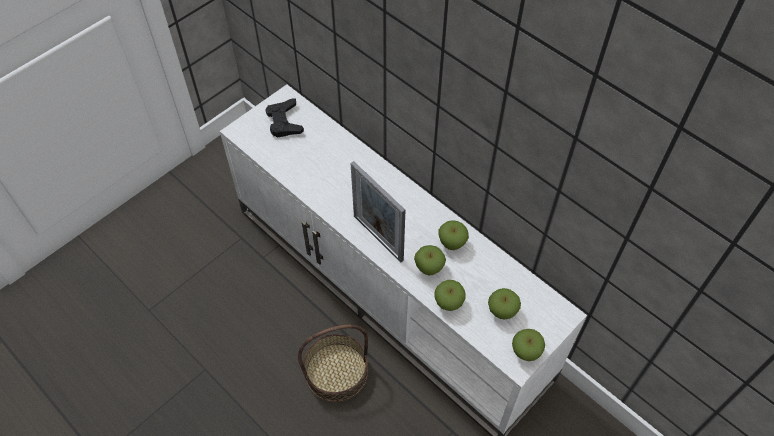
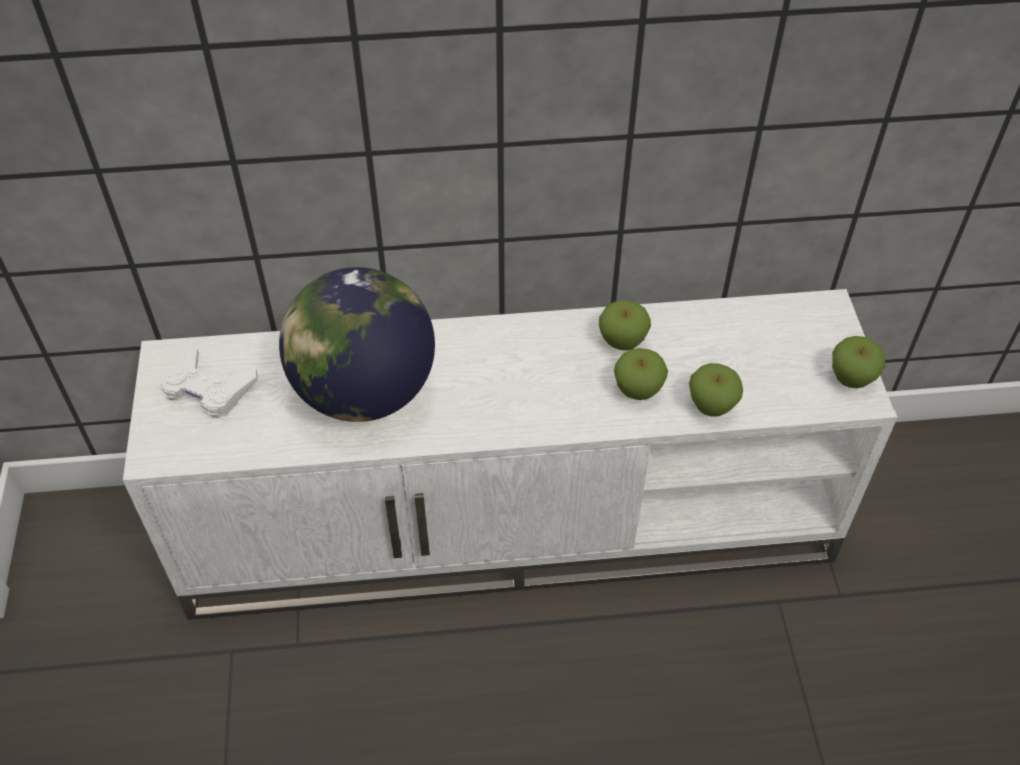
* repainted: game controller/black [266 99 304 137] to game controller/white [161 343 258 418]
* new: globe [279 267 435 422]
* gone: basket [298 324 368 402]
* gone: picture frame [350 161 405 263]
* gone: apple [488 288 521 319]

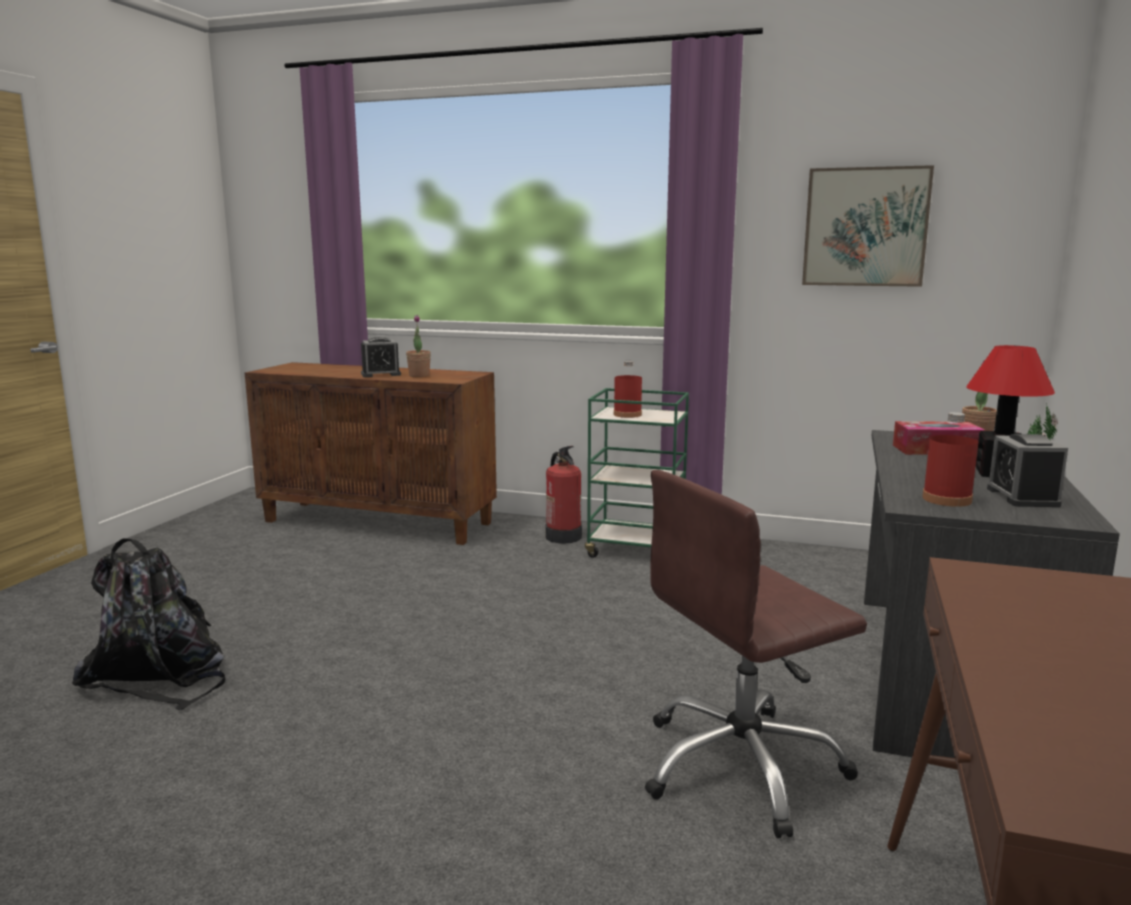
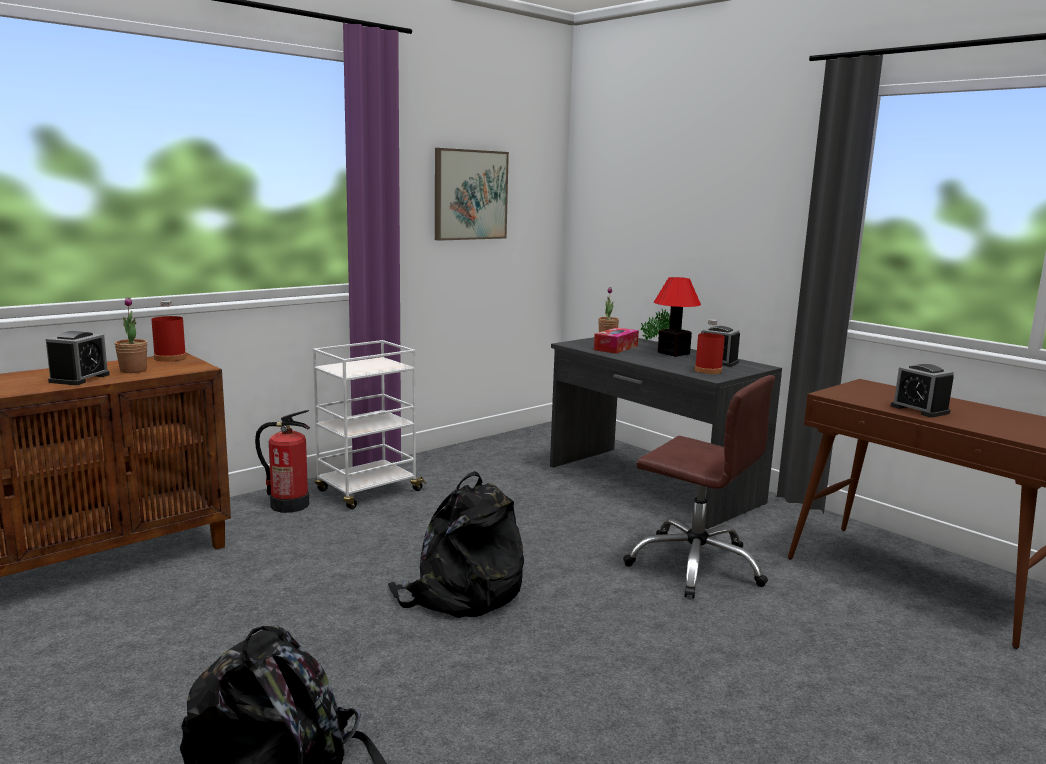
* shifted: bottle/red [614 360 642 418] to [151 301 186 362]
* repainted: cart/green [585 388 689 558] to cart/white [313 340 426 509]
* new: backpack/black [388 471 524 618]
* rotated: office chair/brown [645 470 867 838] = [623 375 775 599] 60 degrees counterclockwise
* new: alarm clock [891 364 954 417]

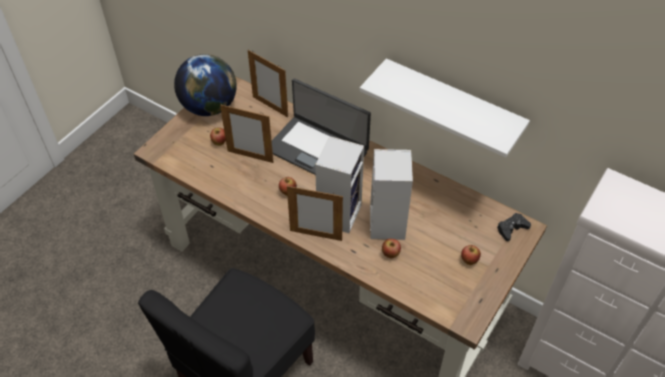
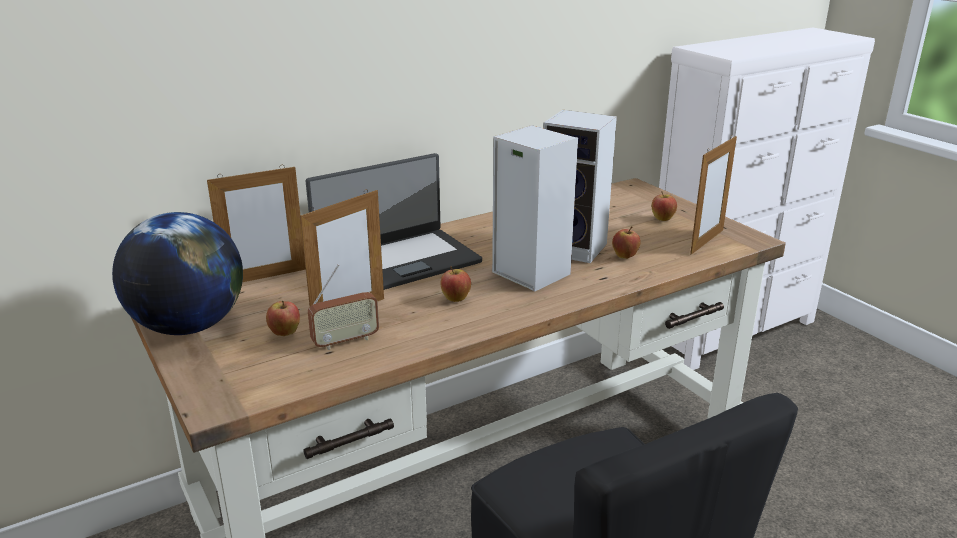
* new: radio [308 265 379 350]
* shifted: picture frame [287 185 343 241] to [690 136 737 255]
* gone: shelf/white [360 59 530 158]
* gone: game controller/black [497 213 531 241]

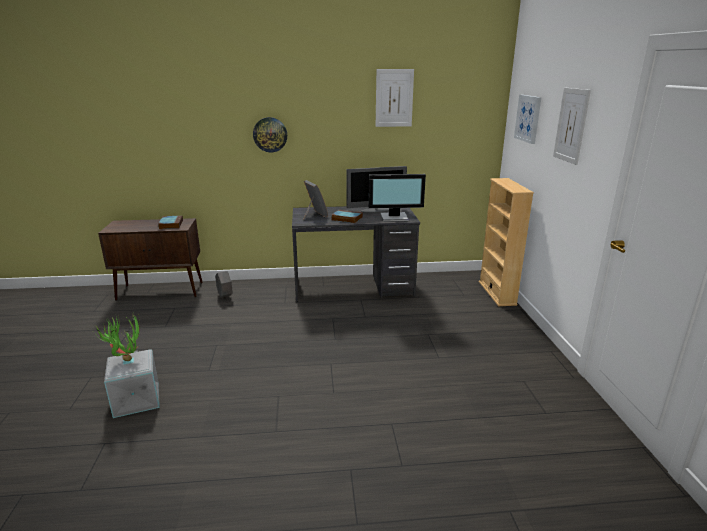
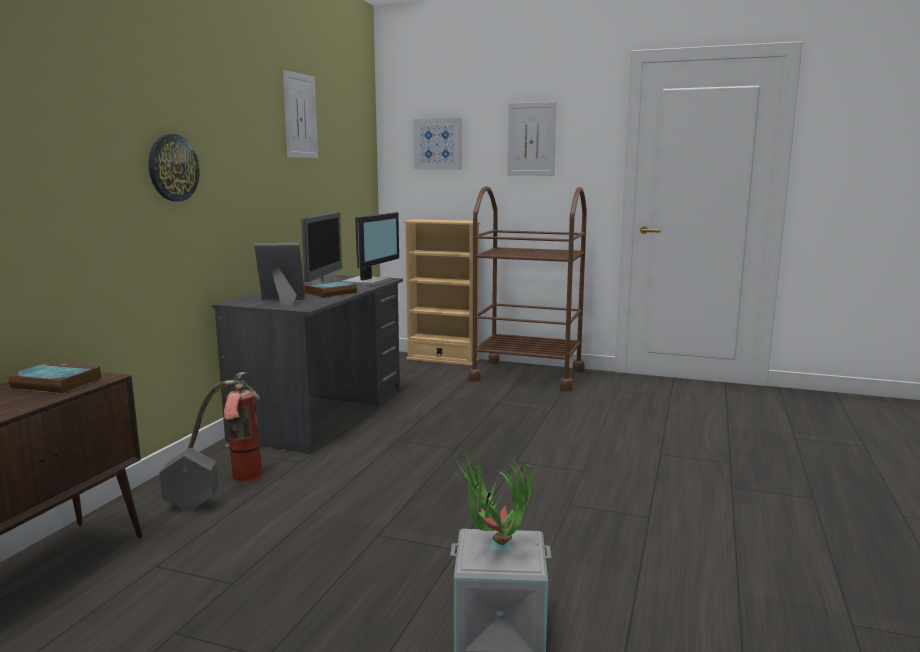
* new: fire extinguisher [185 372 262 482]
* new: cart/brown [469 186 587 392]

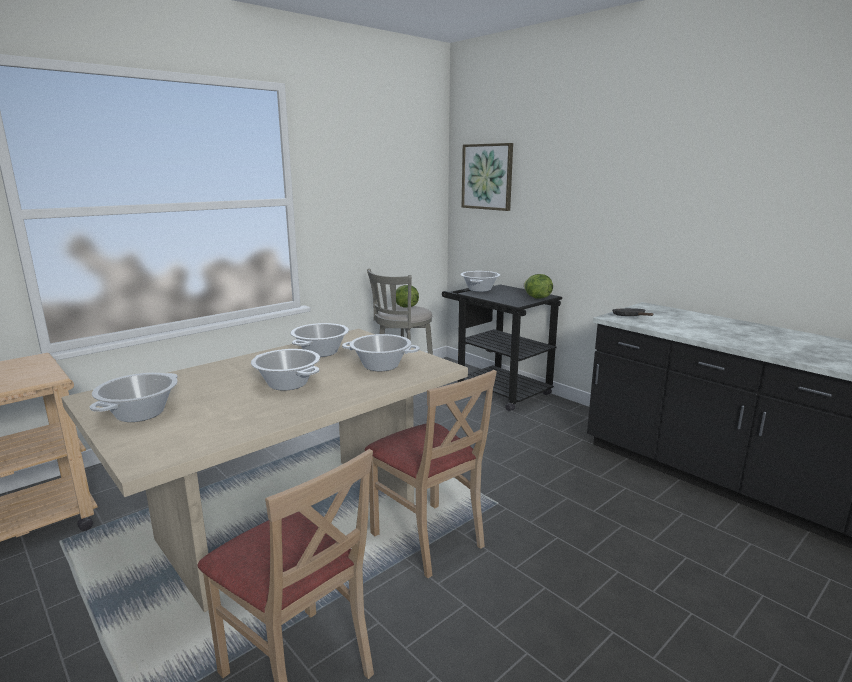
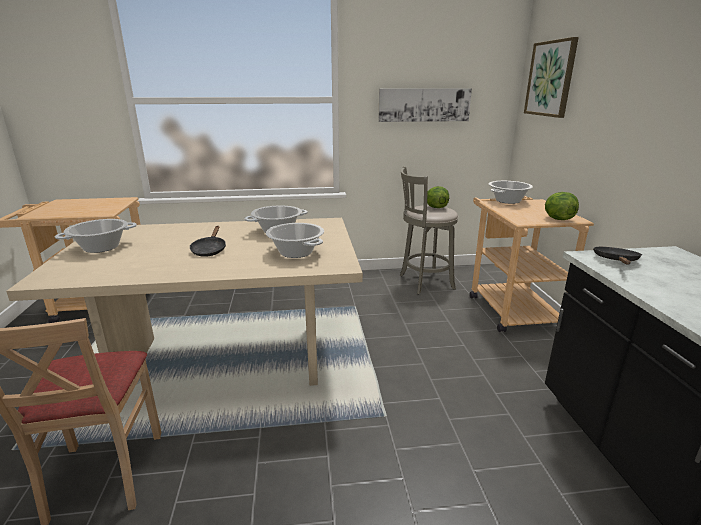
* swapped: cooking pot [251 349 320 391] to frying pan/black [190 226 226 257]
* new: picture [378 88 472 122]
* repainted: cart/black [442 284 562 411] to cart/beige [469 196 594 332]
* gone: chair/beige [365 370 497 578]

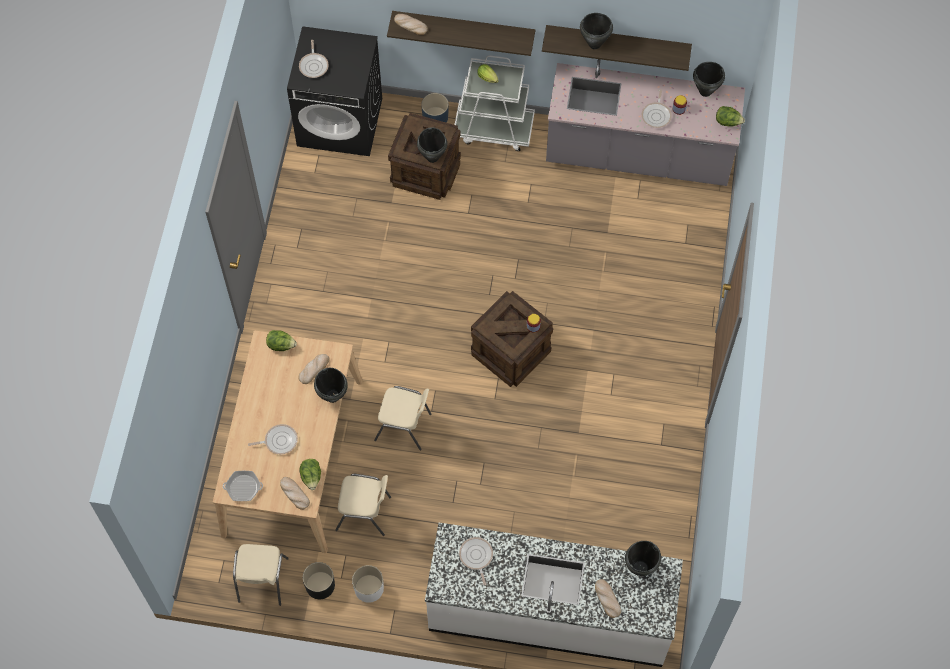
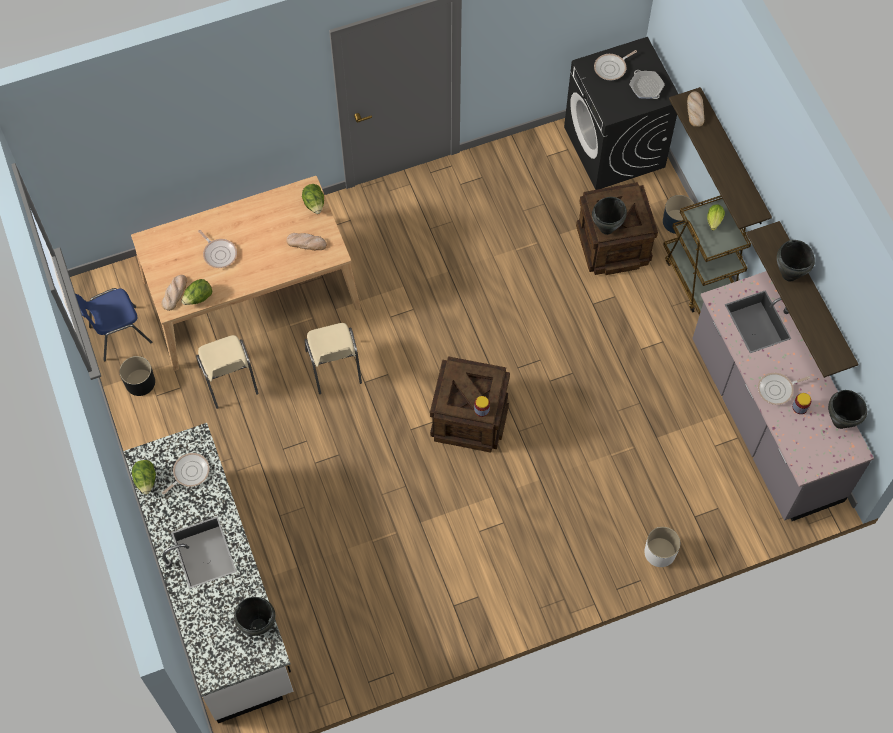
* repainted: chair/beige [233 544 289 606] to chair/blue [75 288 152 361]
* shifted: lettuce [716 106 745 127] to [132 460 156 495]
* shifted: frying pan [223 471 263 501] to [629 70 665 99]
* shifted: planter/white [352 565 384 603] to [644 527 680 567]
* repainted: cart/white [454 55 535 151] to cart/brown [663 195 751 315]
* gone: cooking pot/black [314 368 348 403]
* gone: bread [595 579 621 618]

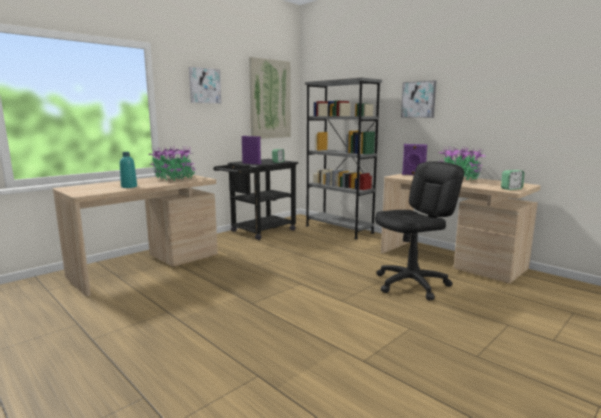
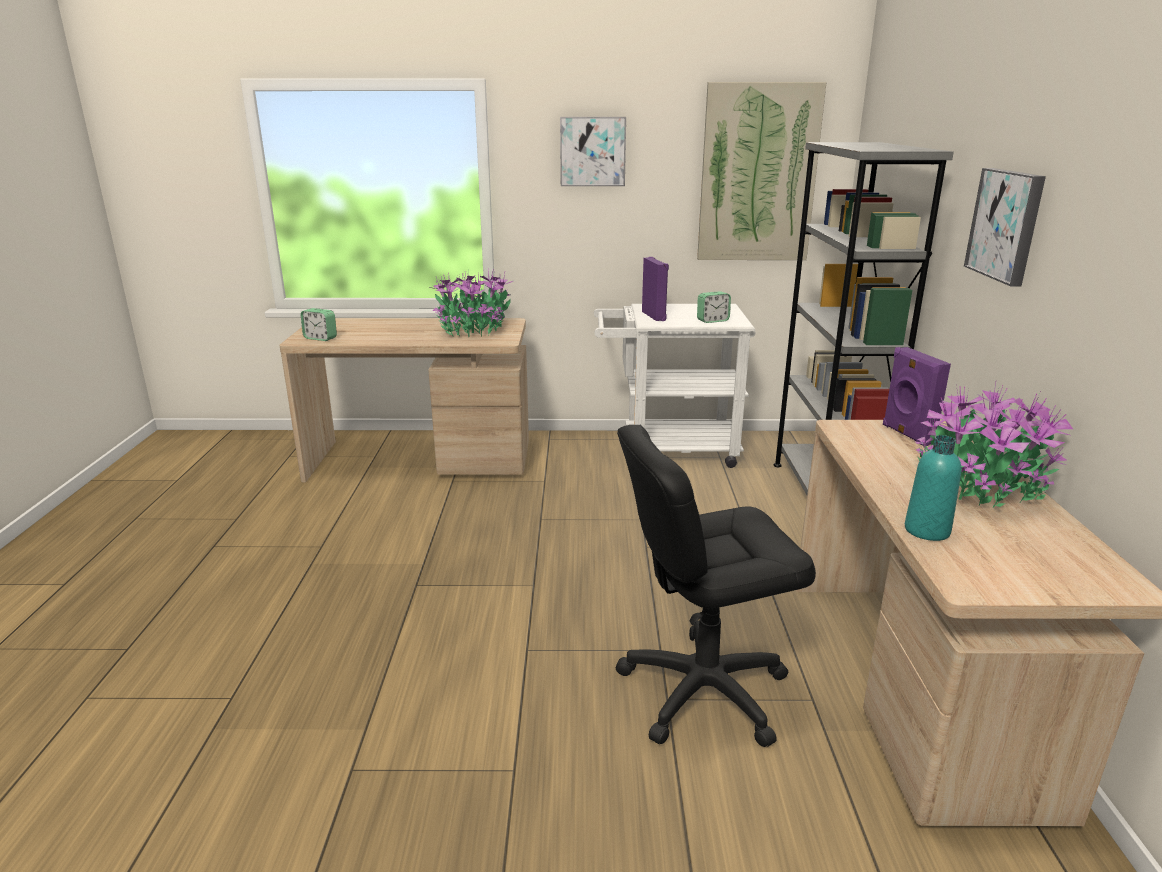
* shifted: alarm clock [501 170 524 190] to [301 308 337 341]
* repainted: cart/black [213 159 298 240] to cart/white [594 304 756 468]
* rotated: office chair/black [375 161 464 300] = [616 425 816 747] 150 degrees clockwise
* shifted: bottle/turquoise [120 152 137 188] to [905 435 961 541]

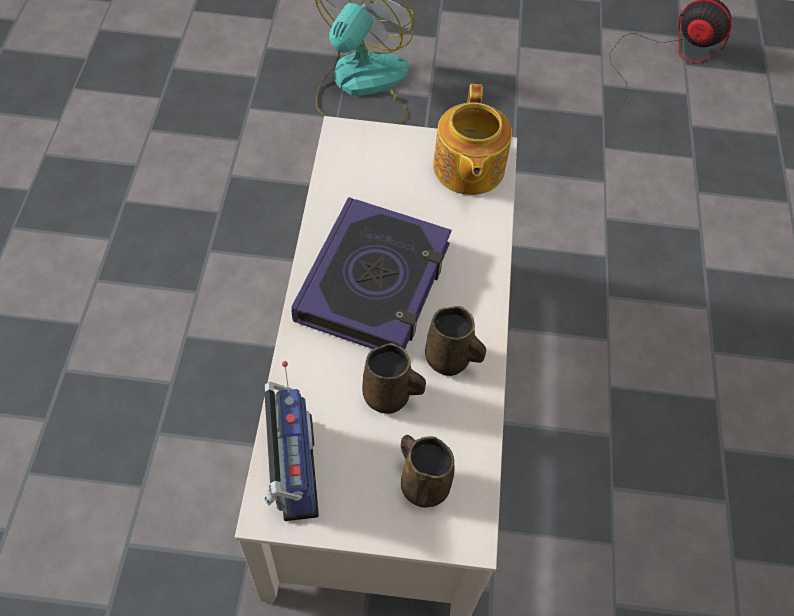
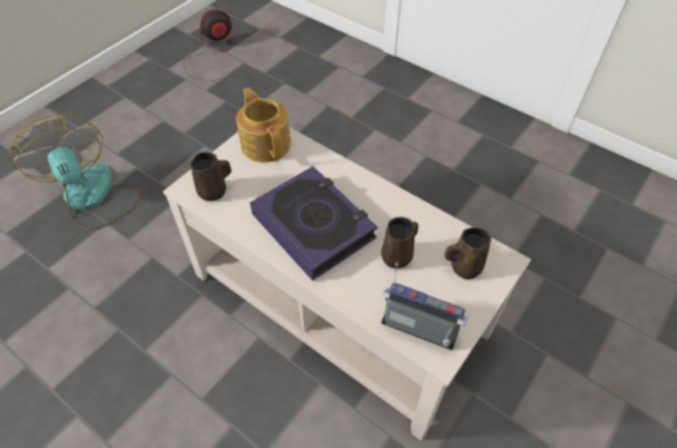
* shifted: mug/brown [425 306 486 376] to [190 152 231 201]
* rotated: teapot [433 84 512 195] = [236 87 291 162] 150 degrees counterclockwise

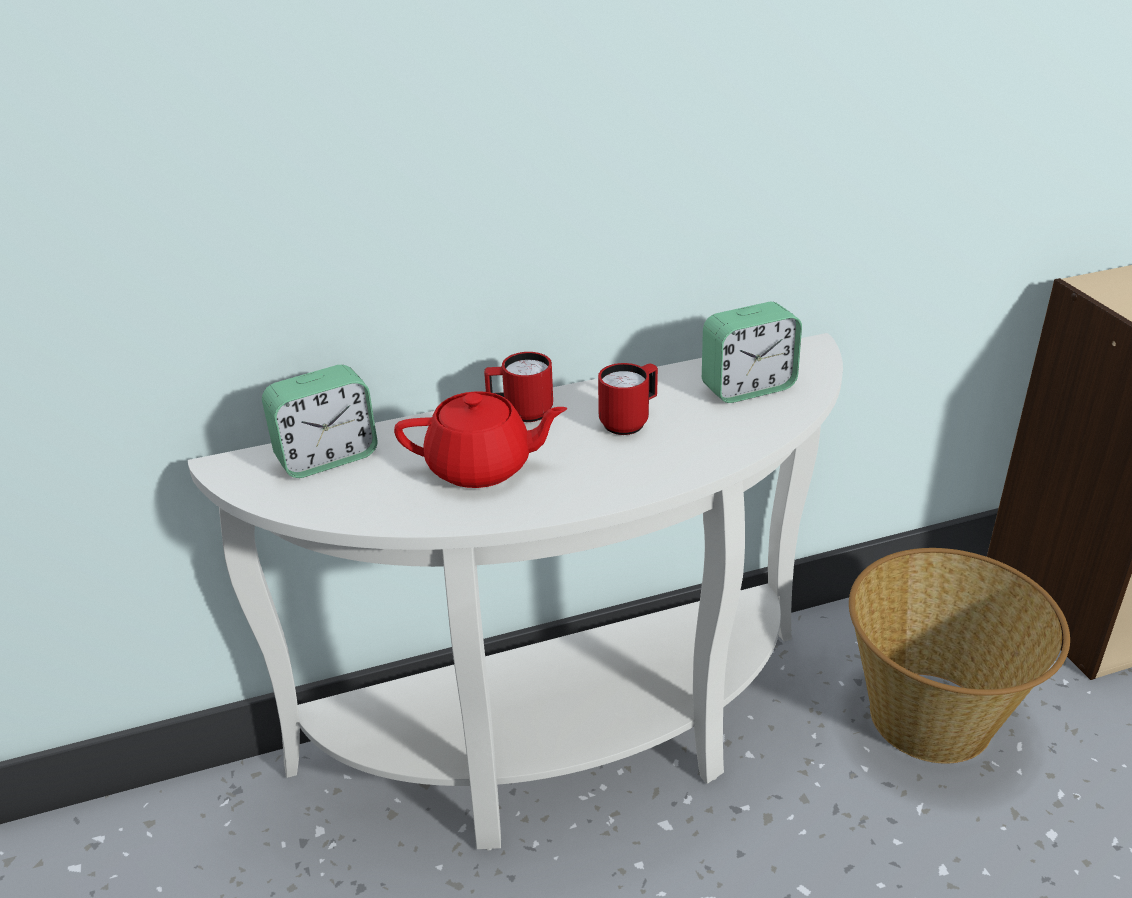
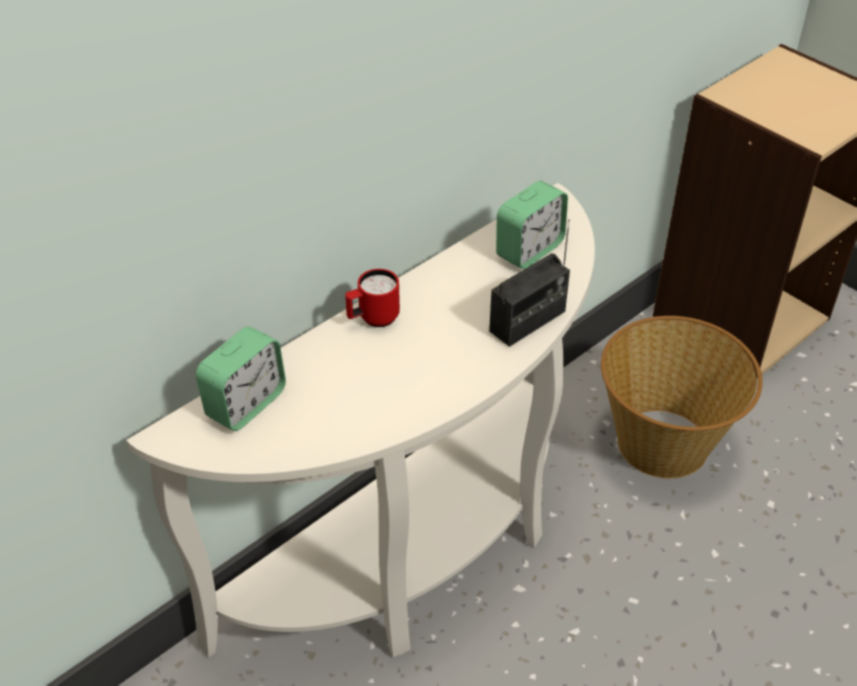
* new: radio [489 219 570 347]
* gone: teapot/red [394 391 567 488]
* gone: mug/red [598 363 658 435]

